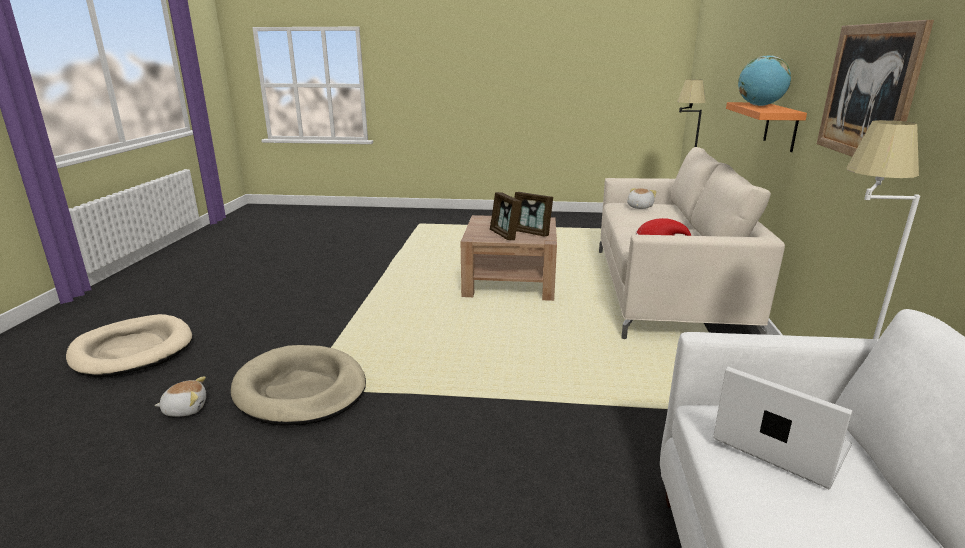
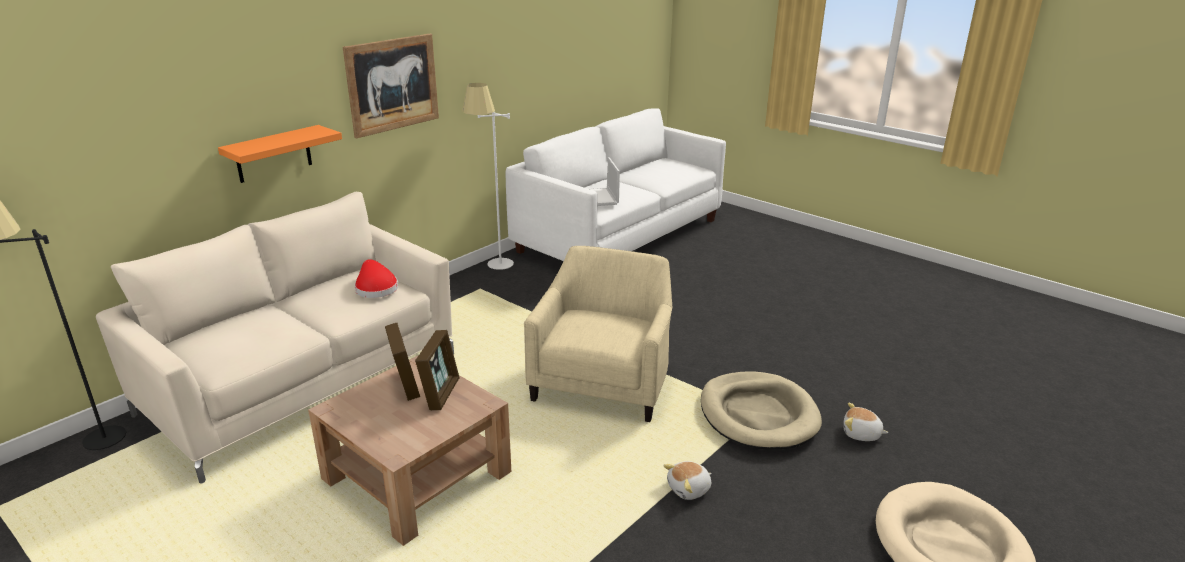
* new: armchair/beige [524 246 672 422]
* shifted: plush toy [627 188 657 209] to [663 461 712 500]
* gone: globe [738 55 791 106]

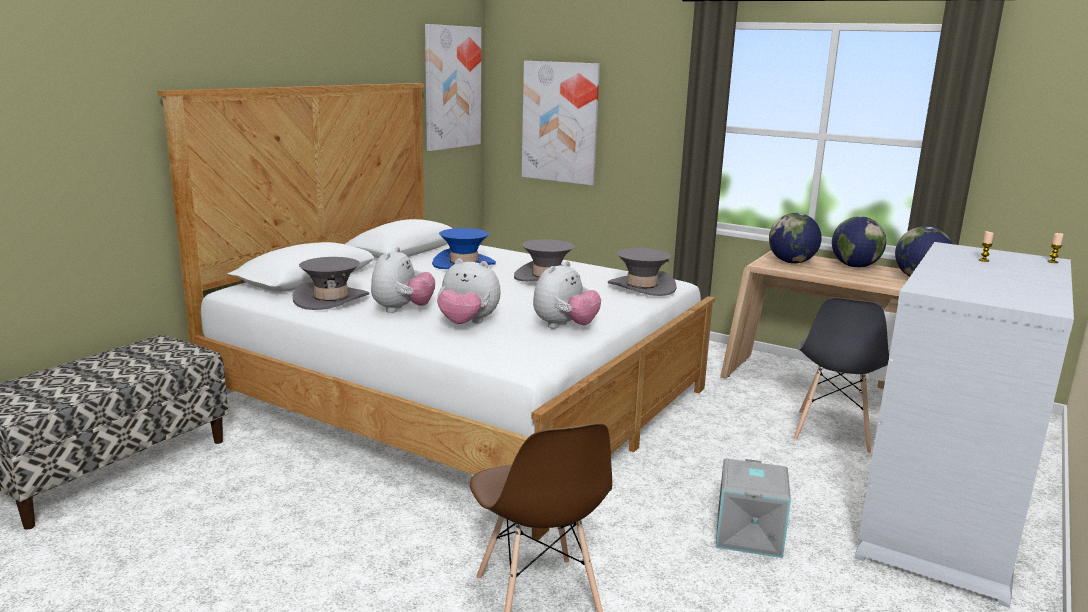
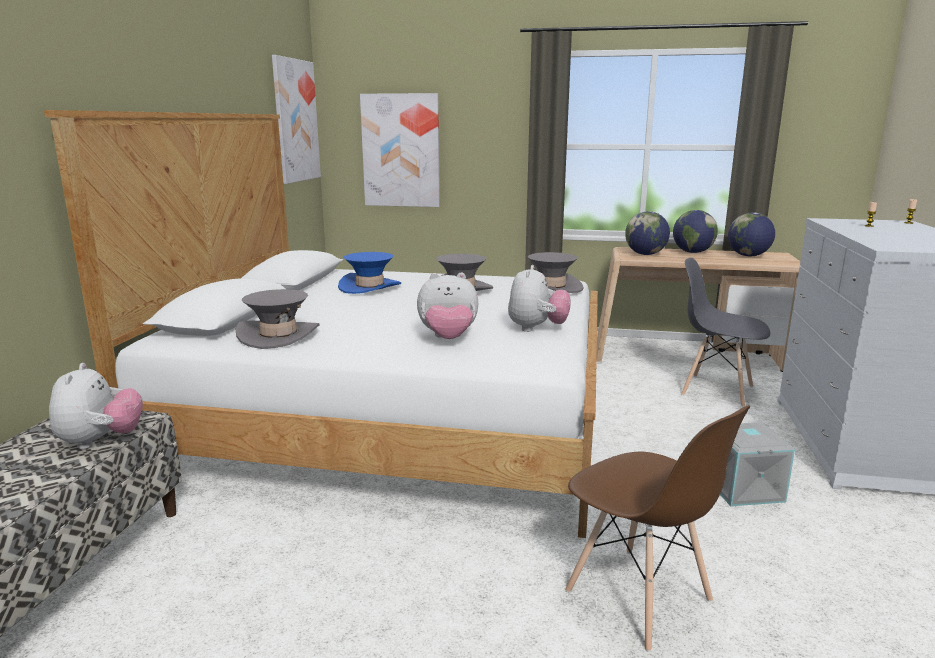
* shifted: plush toy [371 247 435 313] to [49 363 143 449]
* rotated: chair/grey [794 298 890 454] = [681 258 770 407] 120 degrees clockwise

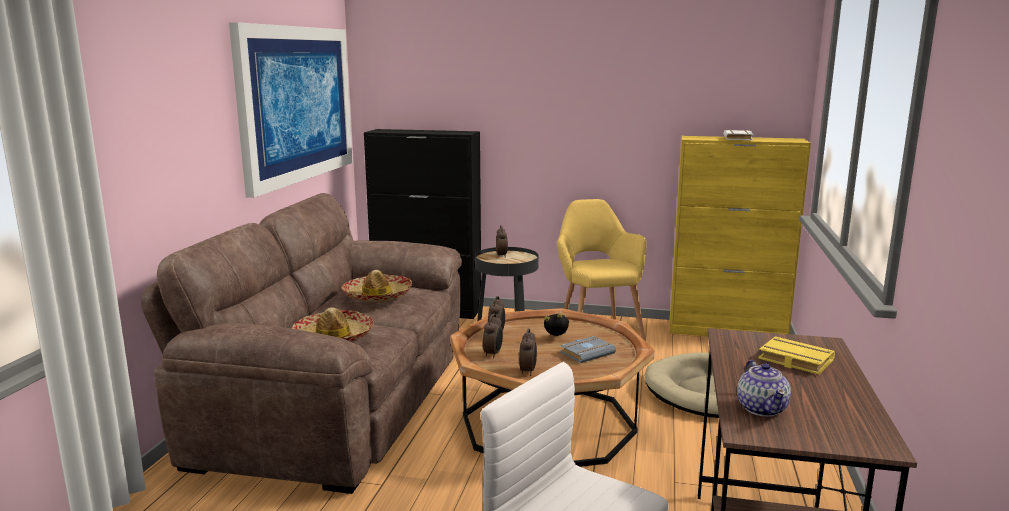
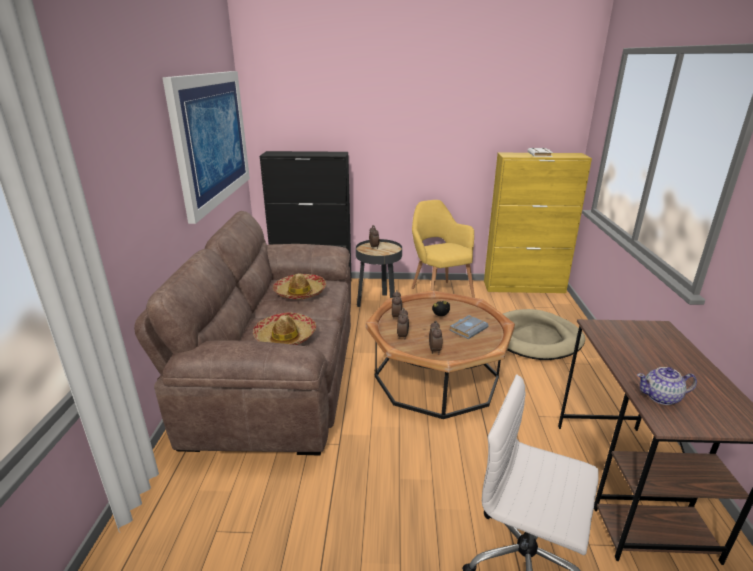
* rotated: teapot [737 360 791 417] = [637 367 697 405] 105 degrees clockwise
* gone: book/yellow [758 336 835 375]

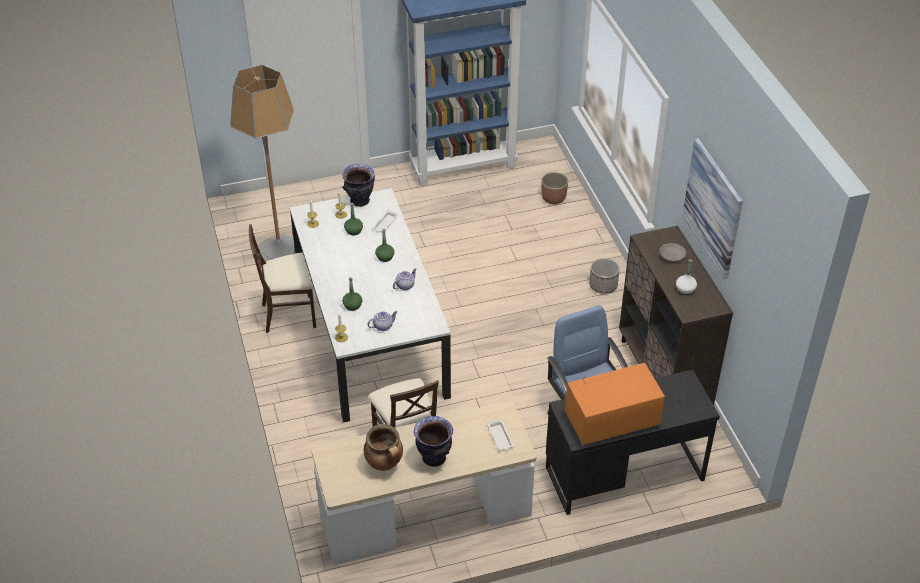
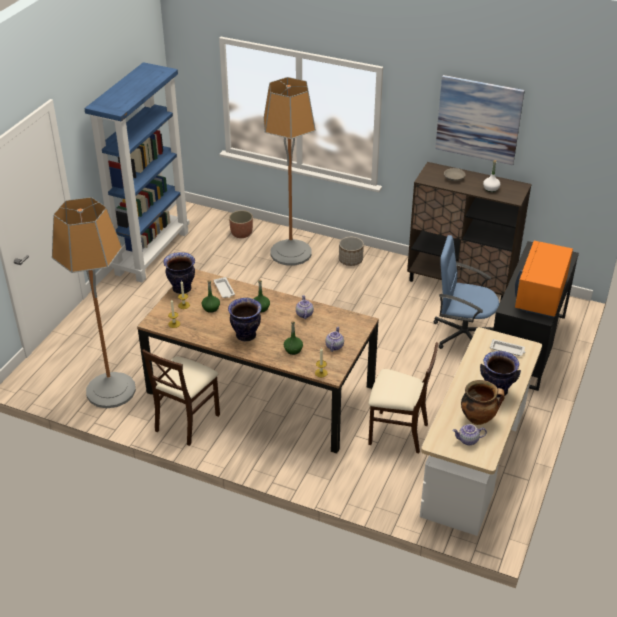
* repainted: dining table/white [289 188 451 423] to dining table/brown [137 269 379 453]
* new: vase [228 298 262 342]
* new: floor lamp [263 77 316 266]
* new: teapot [452 424 487 445]

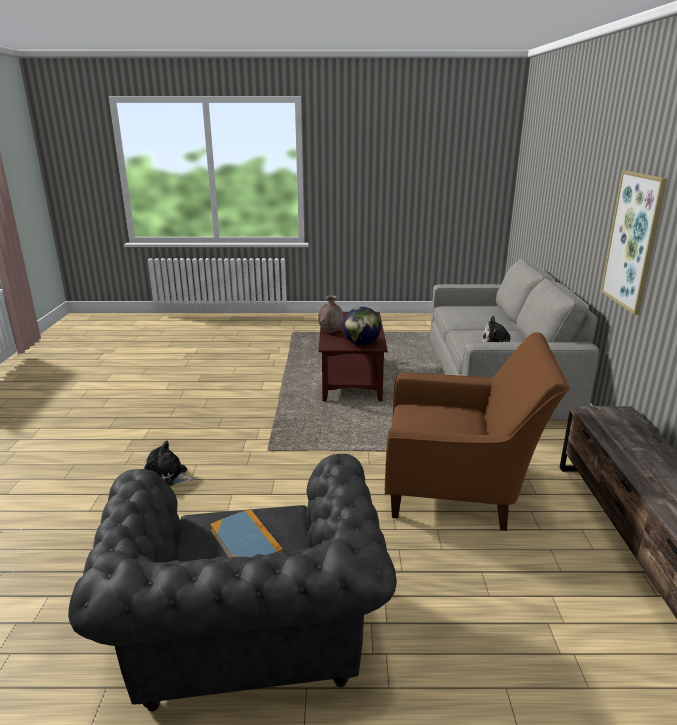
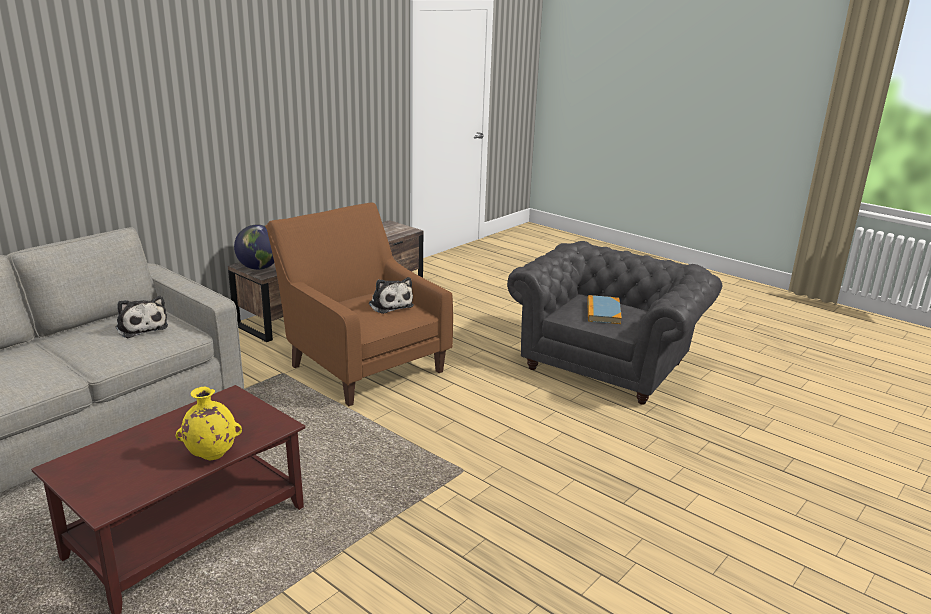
* repainted: vase/brown [318 295 343 333] to vase/yellow [176 386 242 460]
* shifted: globe [343 307 381 345] to [234 225 274 270]
* shifted: plush toy [144 441 196 486] to [368 277 414 314]
* gone: picture [600 170 668 315]

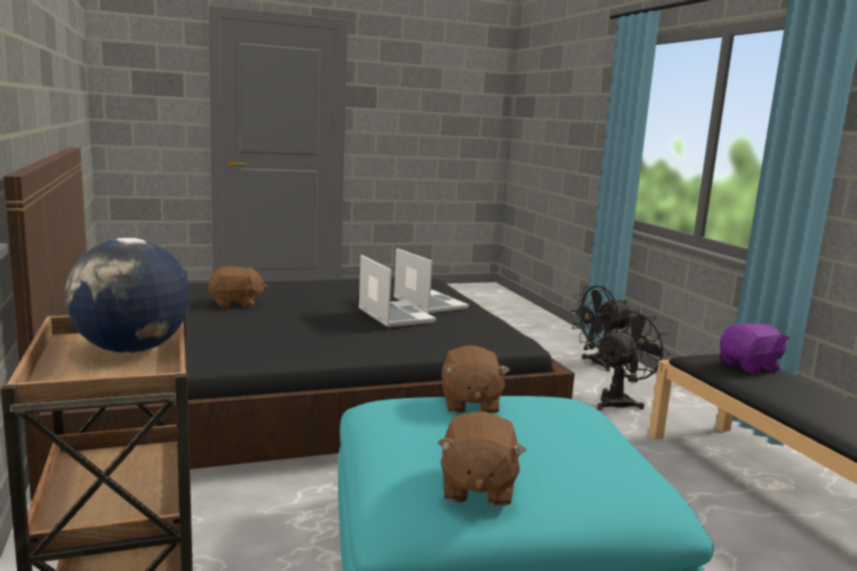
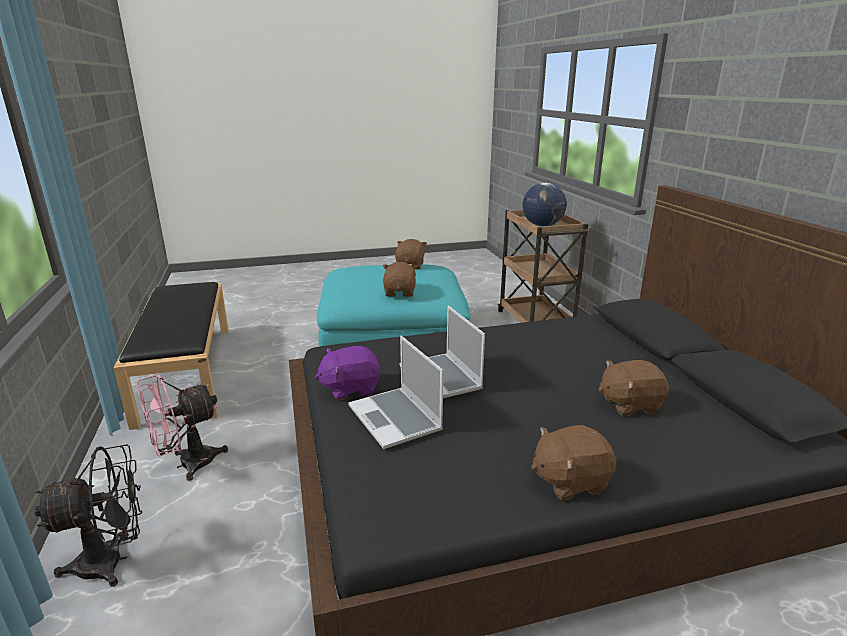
* repainted: fan/black [596 309 670 410] to fan/pink [137 375 228 481]
* shifted: plush toy/purple [720 323 790 374] to [314 346 380 400]
* new: plush toy/brown [531 425 617 500]

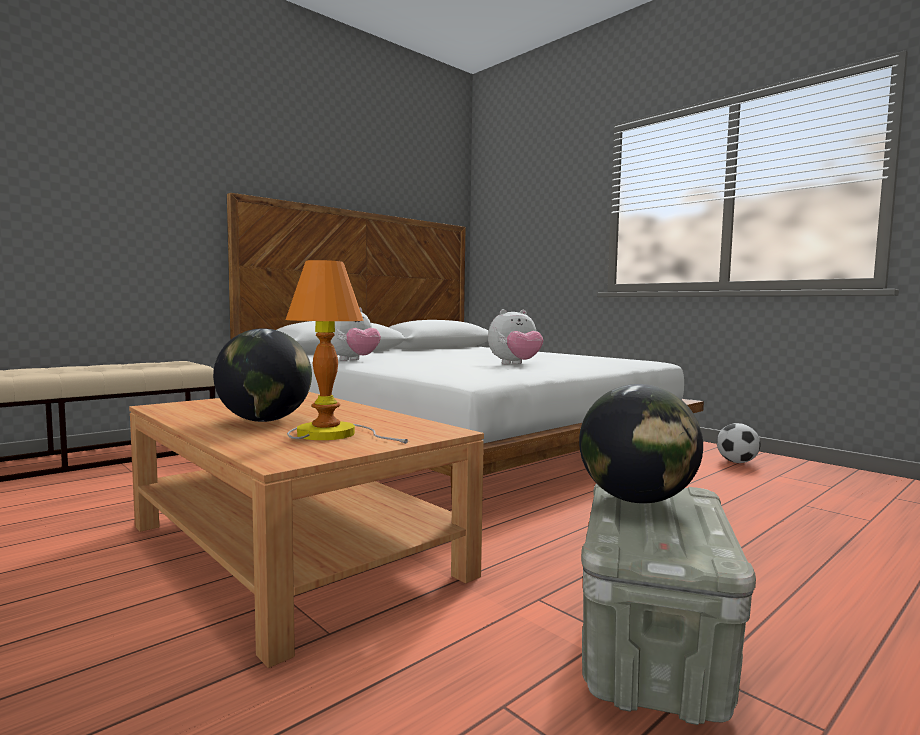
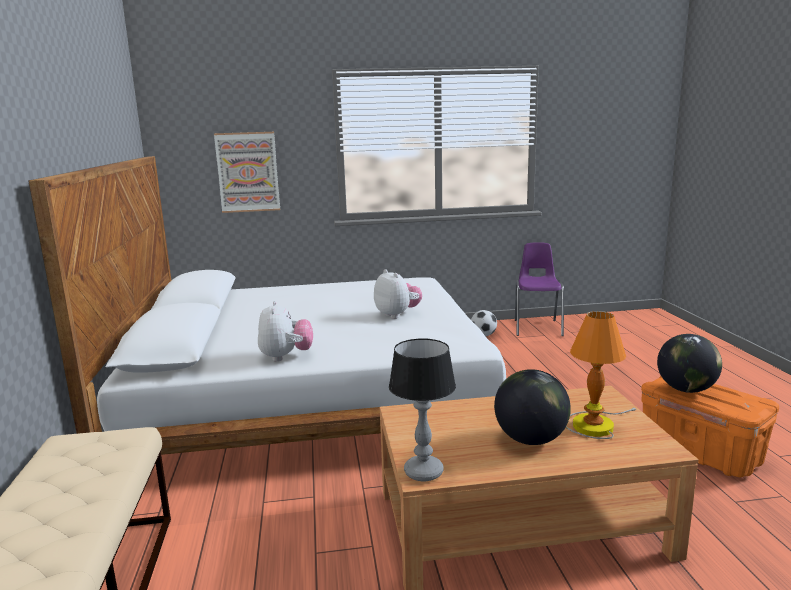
* new: picture [214 132 280 213]
* rotated: plush toy [488 309 543 364] = [374 269 422 319] 45 degrees counterclockwise
* new: table lamp [389 339 456 481]
* new: chair/purple [515 242 564 336]
* repainted: storage box/grey [581 483 756 725] to storage box/orange [641 376 779 477]

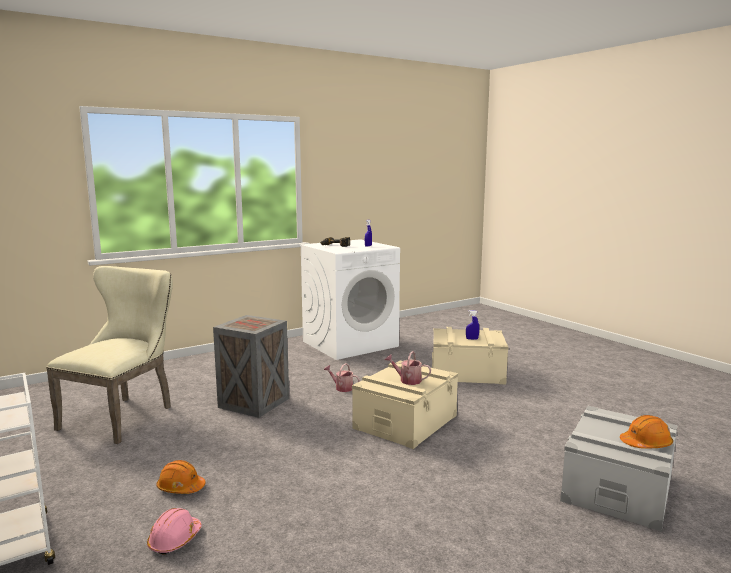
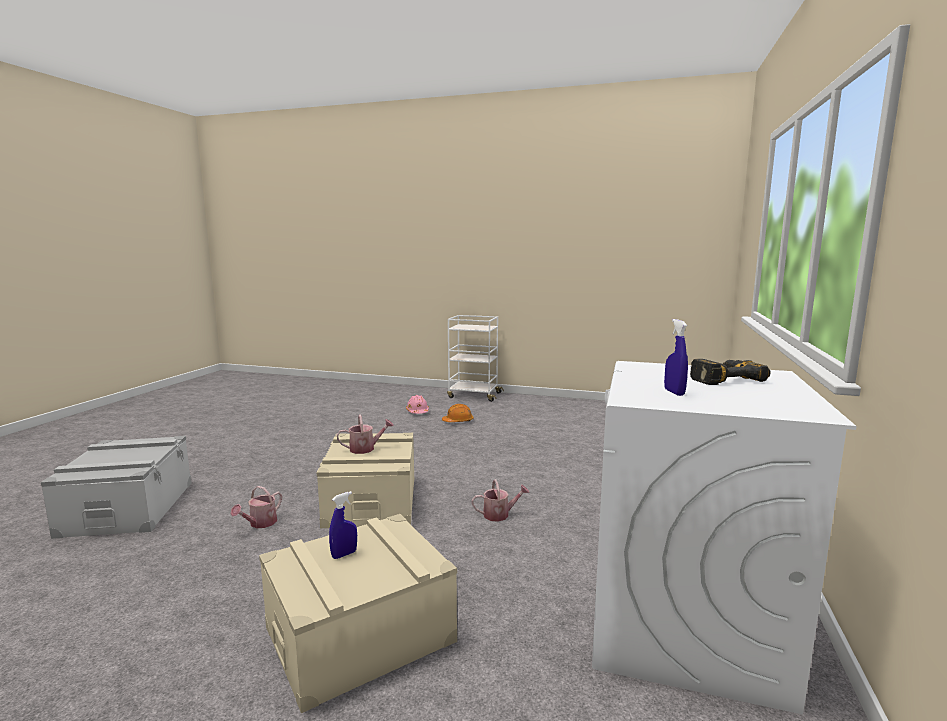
* new: watering can [230 486 282 528]
* gone: chair/beige [46 266 173 444]
* gone: crate [213 315 289 418]
* gone: hard hat/orange [620 415 673 449]

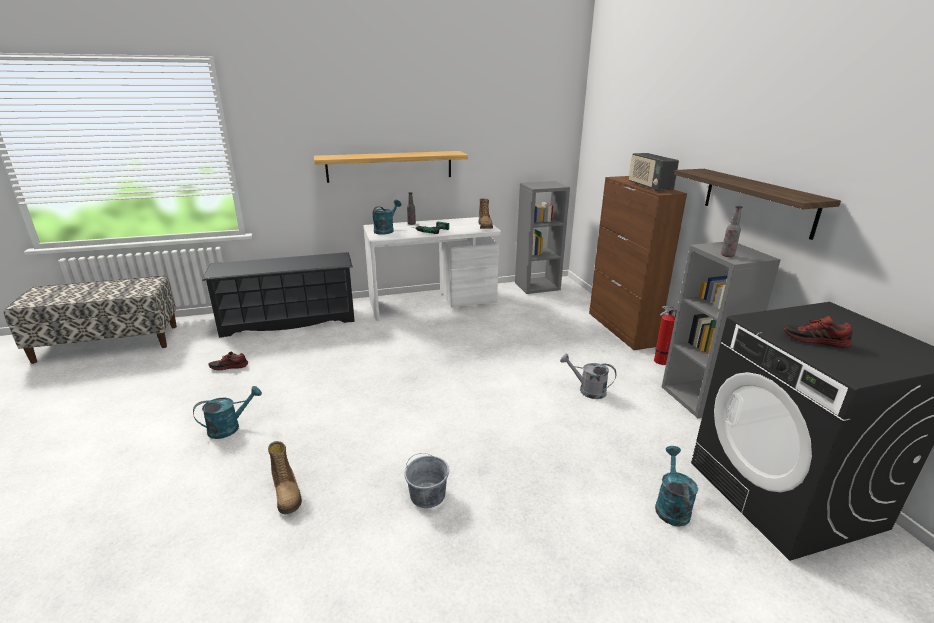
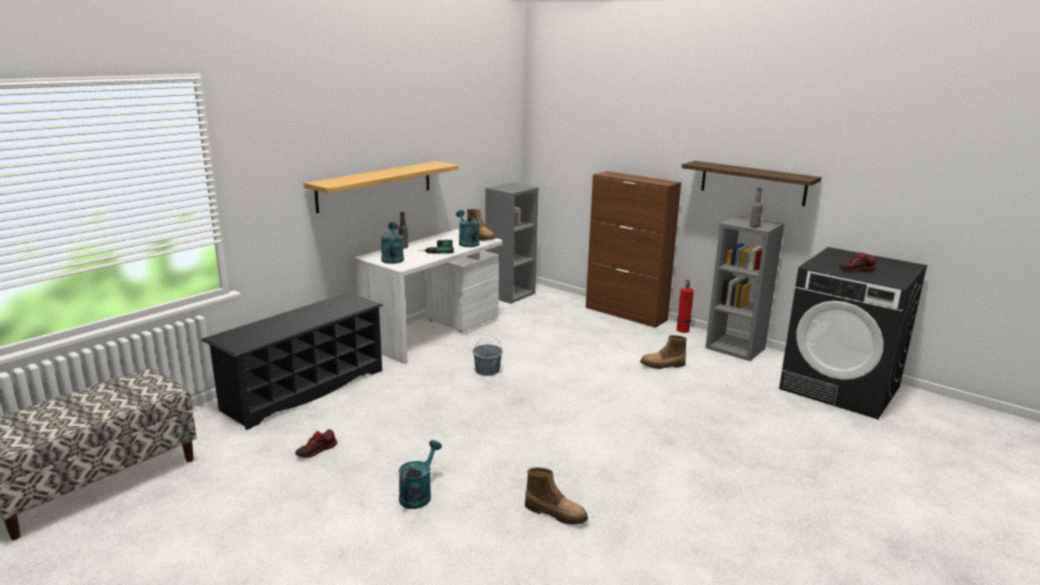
* shifted: watering can/turquoise [655 446 698 526] to [456 210 480 247]
* shifted: bucket/grey [404 453 449 508] to [472 336 503 376]
* swapped: watering can/grey [560 353 616 399] to boot [640 335 687 369]
* gone: radio [628 153 679 191]

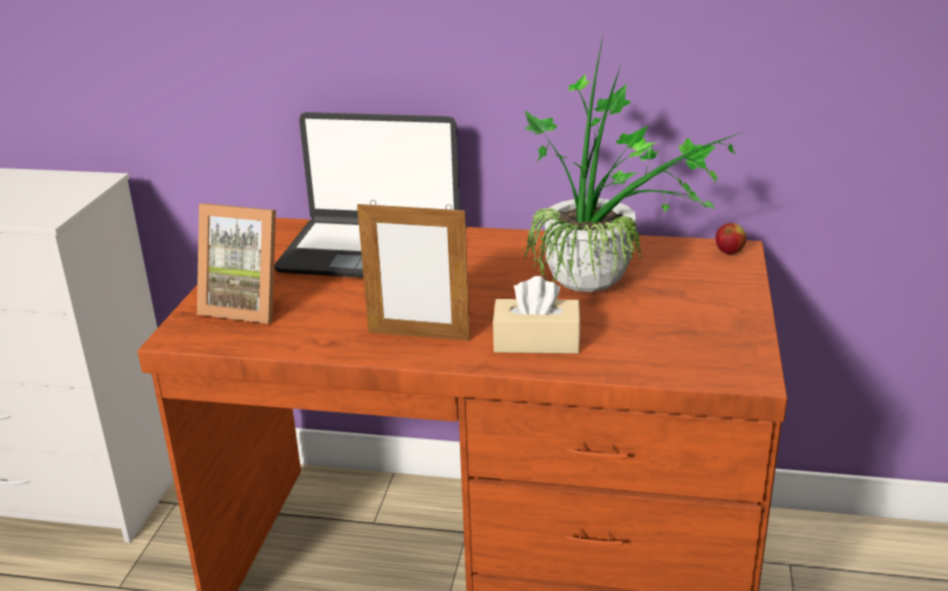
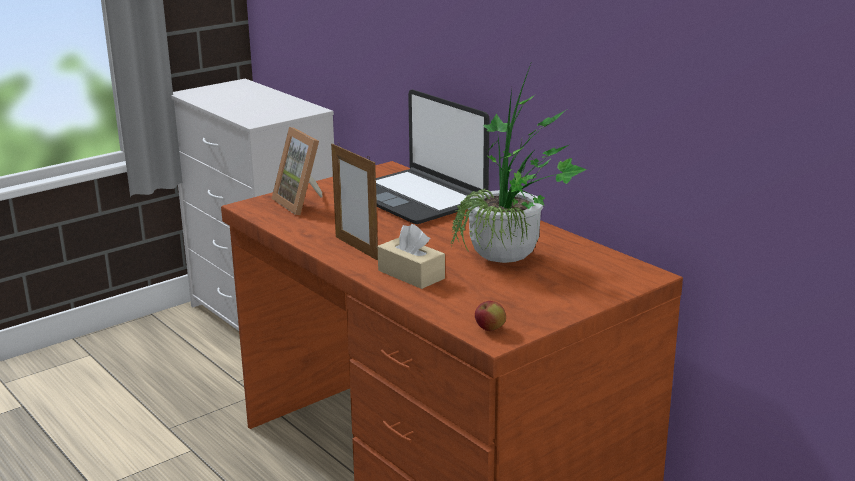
* shifted: apple [715 223 746 254] to [475 301 506 331]

